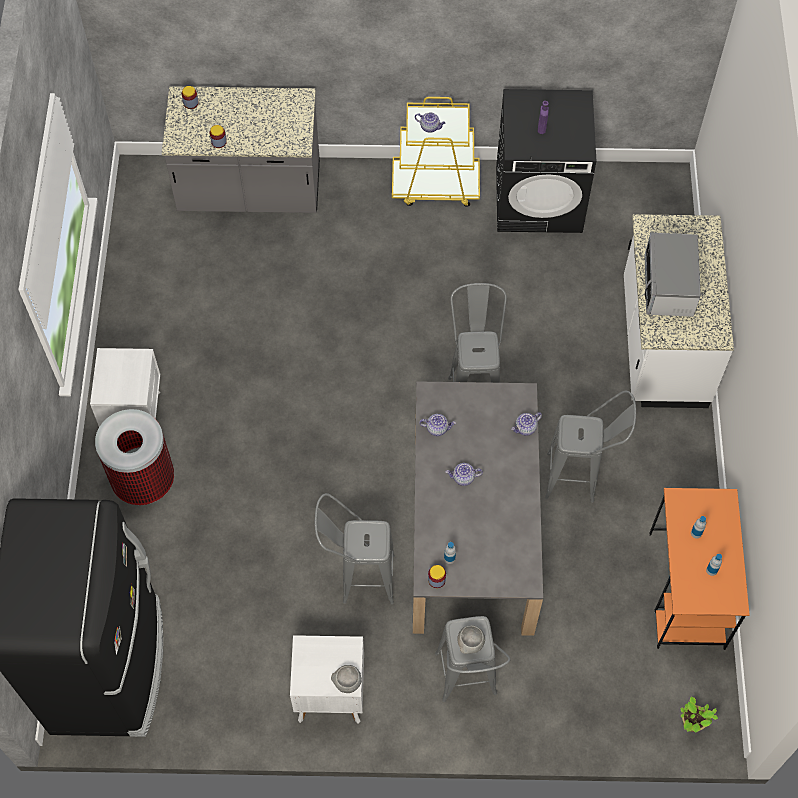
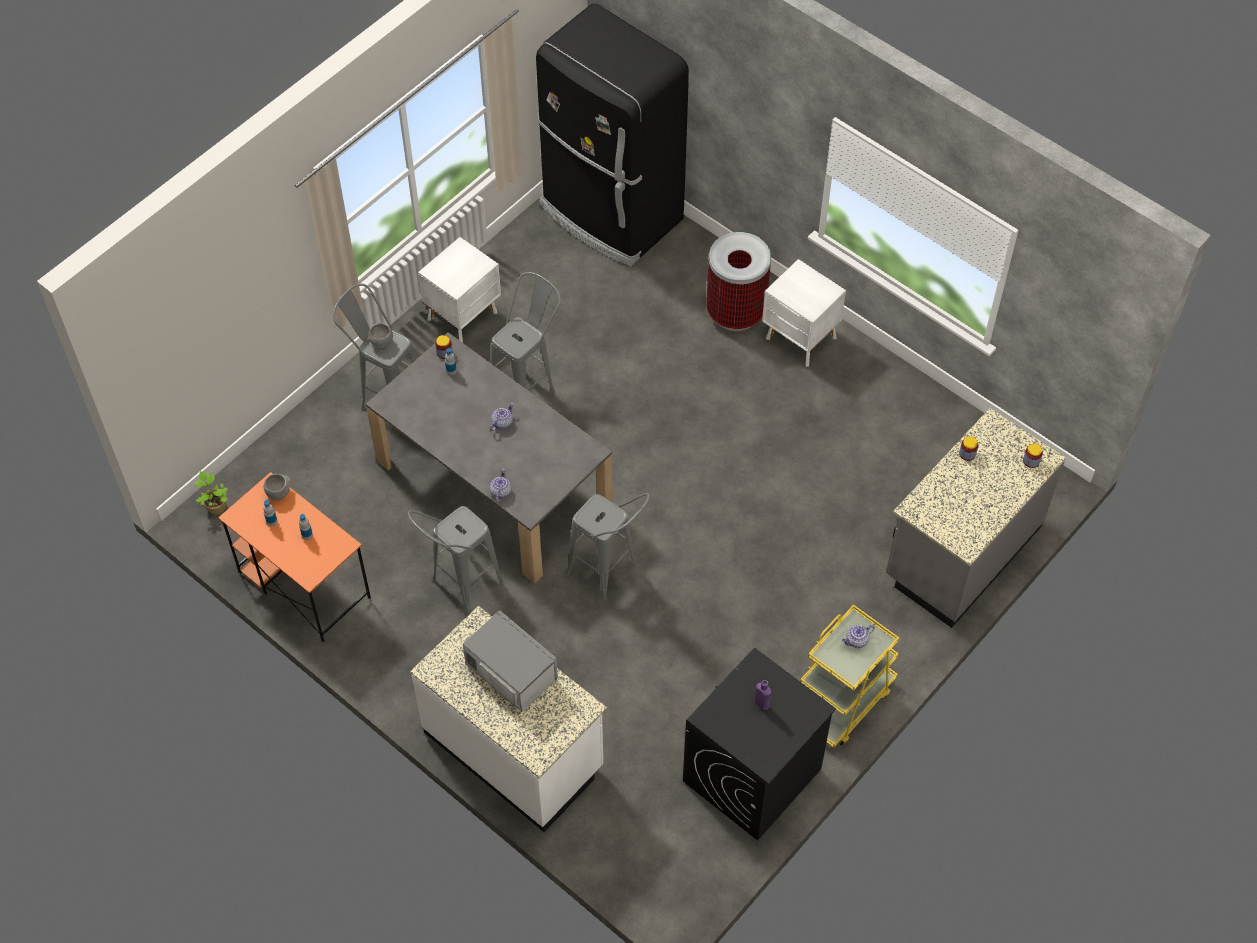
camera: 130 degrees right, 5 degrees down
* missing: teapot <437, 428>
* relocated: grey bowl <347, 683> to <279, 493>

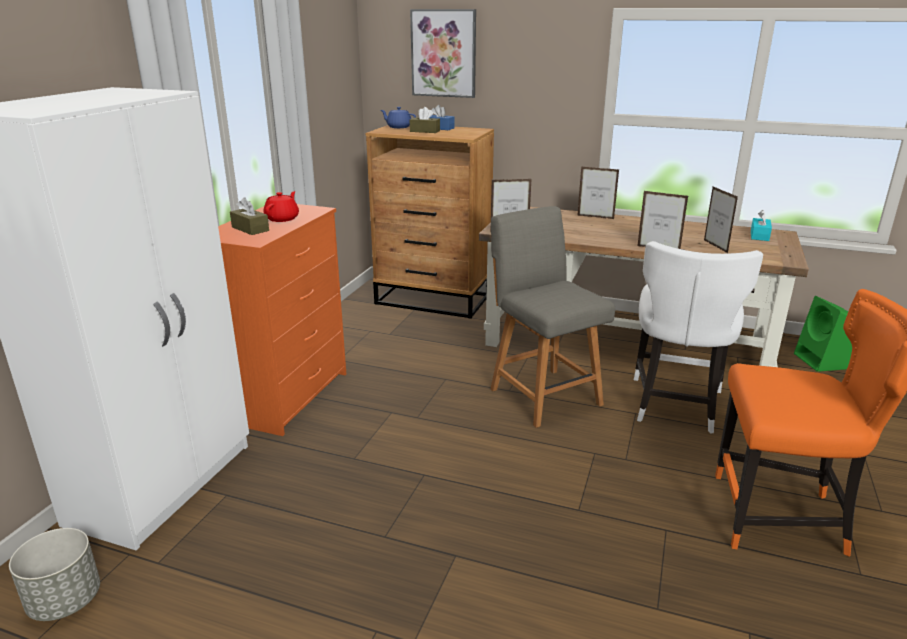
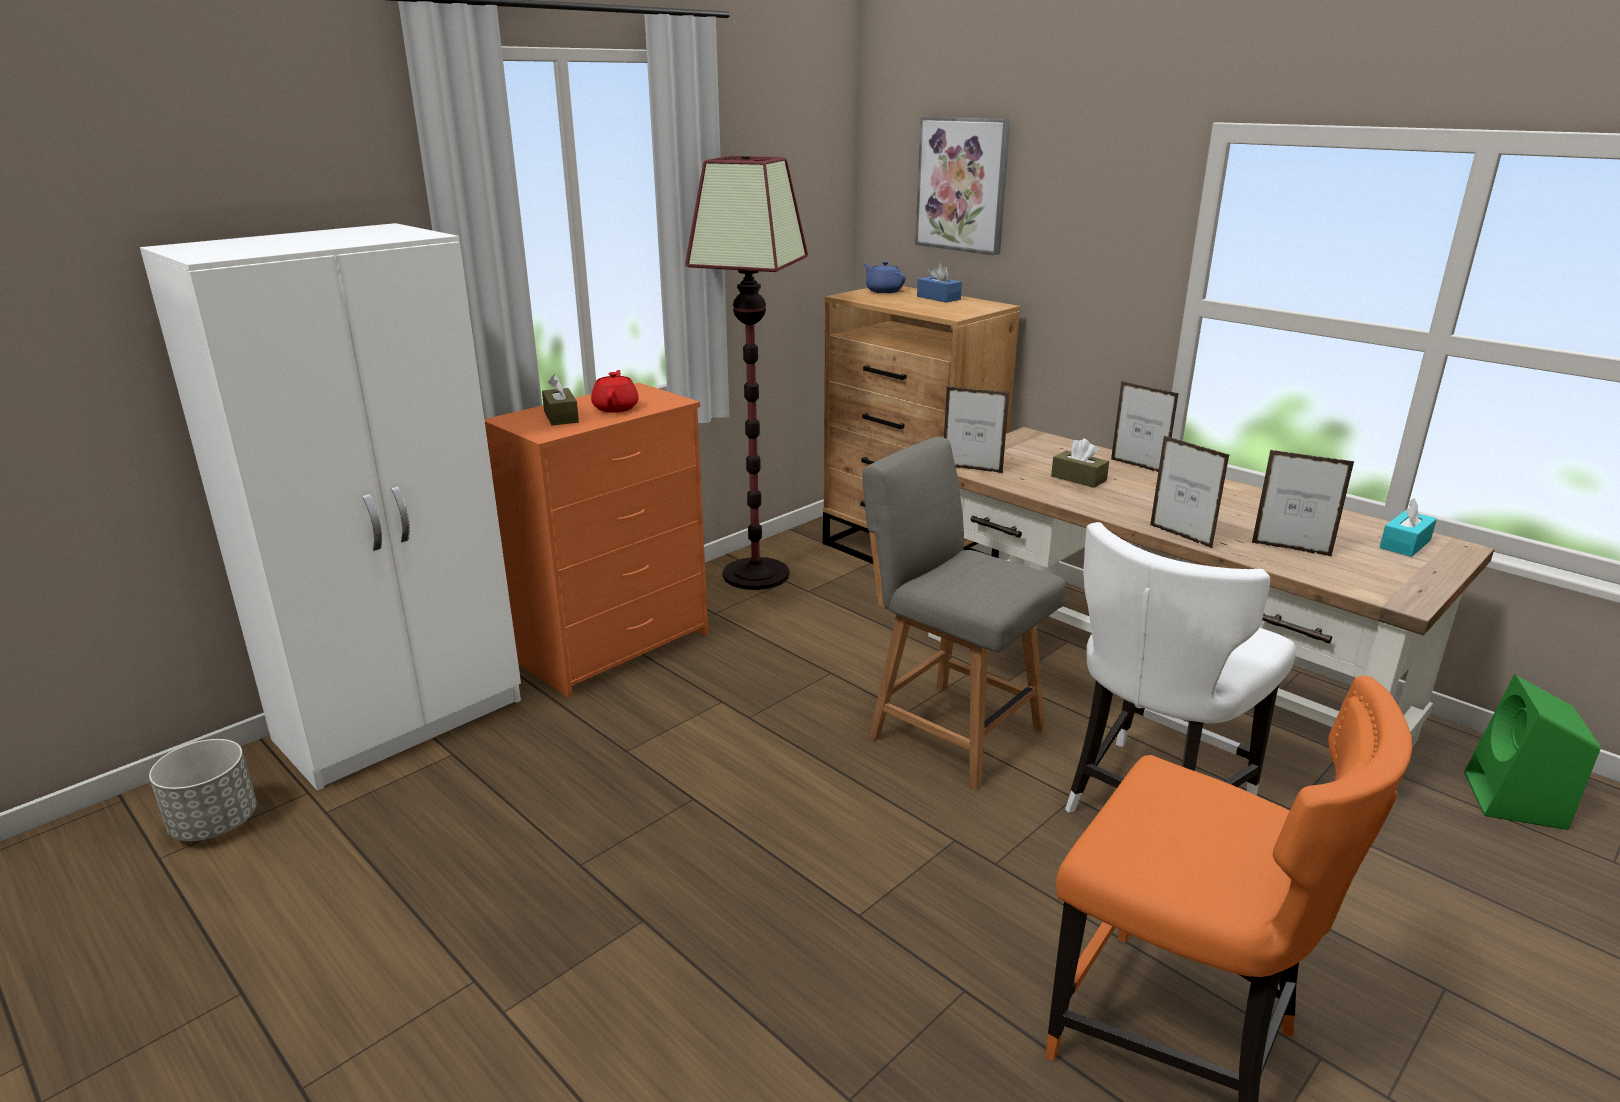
camera: 25 degrees right, 0 degrees up
* relocated: brown tissue box <425, 131> to <1078, 478>
* spun: picture frame <715, 246> = <1291, 549> 105 degrees clockwise
* spun: red teapot <282, 218> = <616, 408> 45 degrees counterclockwise
* spun: grey chair <543, 395> = <951, 731> 45 degrees counterclockwise
* appeared: floor lamp <756, 575>

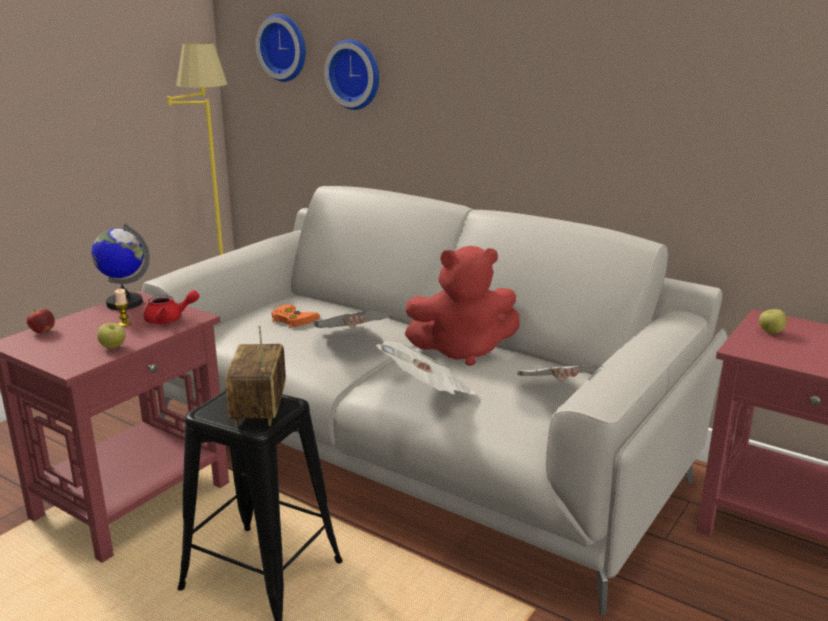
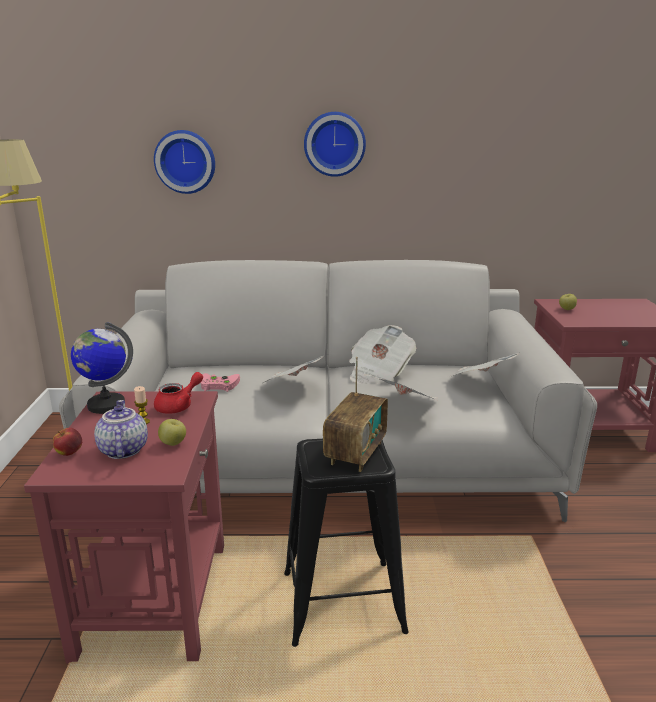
camera: 35 degrees left, 0 degrees up
* relocated: wall clock <285, 47> to <334, 144>
* exchanged: red plush toy <463, 351> to newspaper <378, 372>
* colour: orange game controller <291, 319> to pink game controller <217, 385>
* spun: radio <259, 409> = <355, 453> 120 degrees counterclockwise
* appeared: teapot <122, 450>

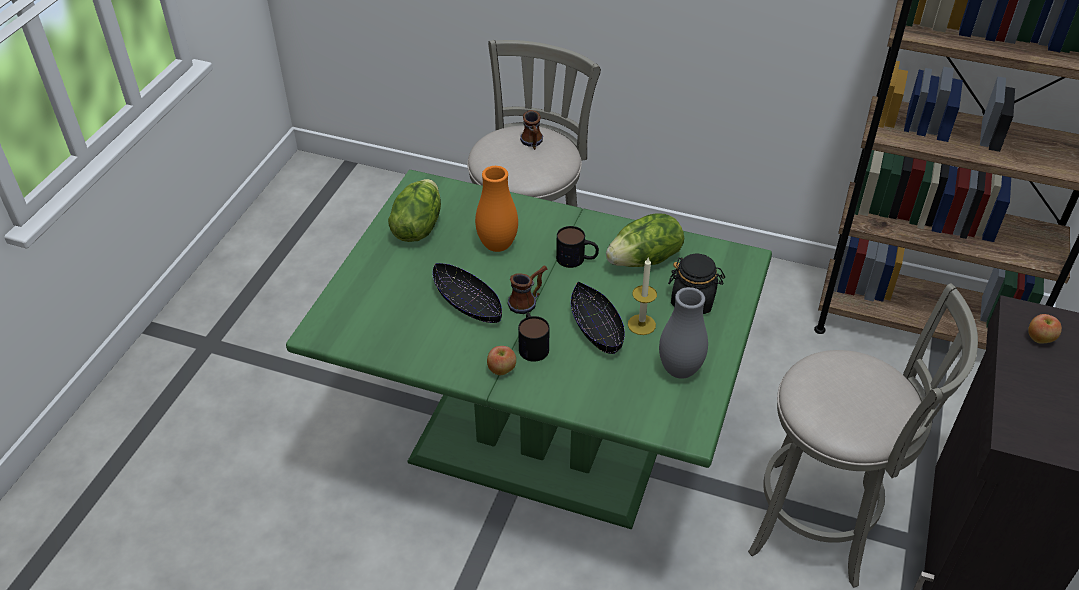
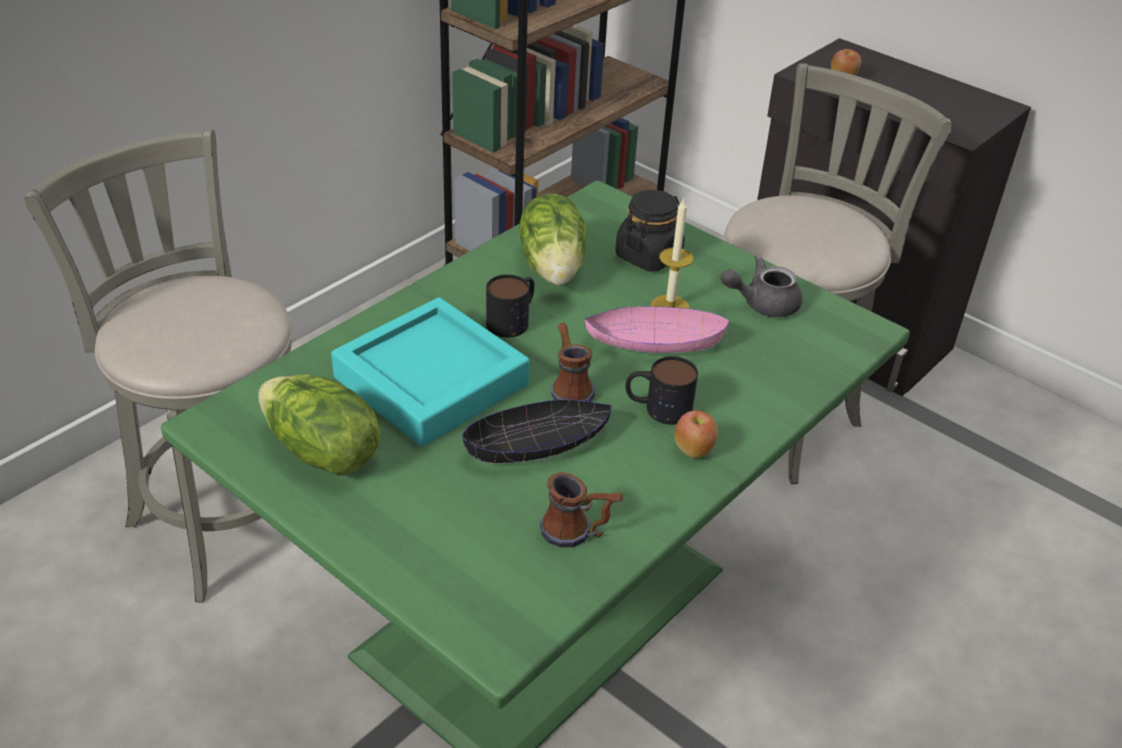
camera: 70 degrees left, 5 degrees down
* relocated: mug <532, 144> to <578, 532>
* exchanged: orange vase <497, 245> to turquoise tray <431, 381>
* colour: black bowl <596, 327> to pink bowl <654, 343>
* exchanged: grey vase <680, 370> to grey teapot <762, 304>

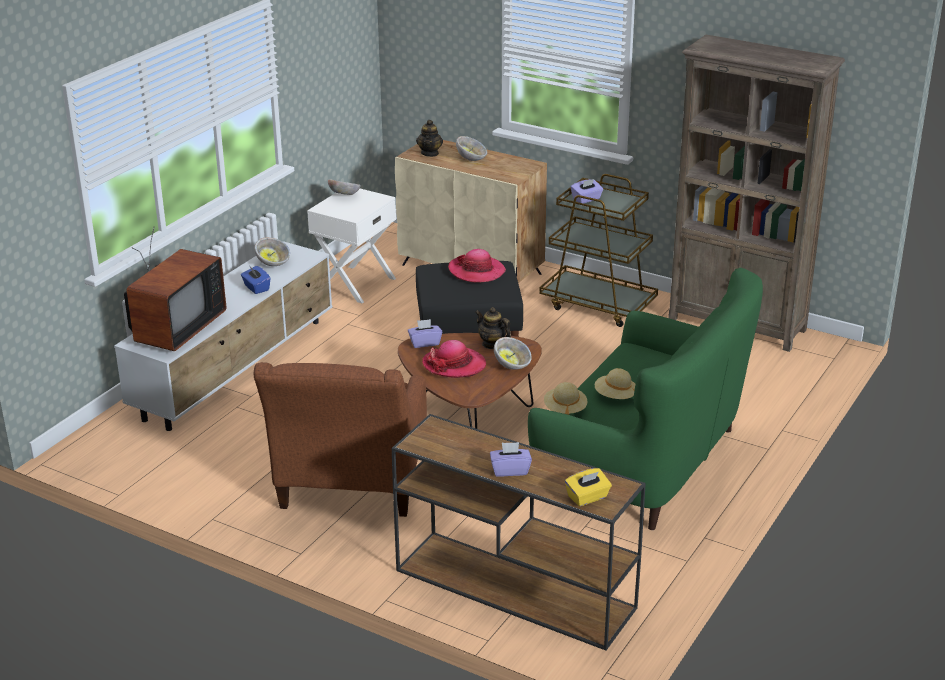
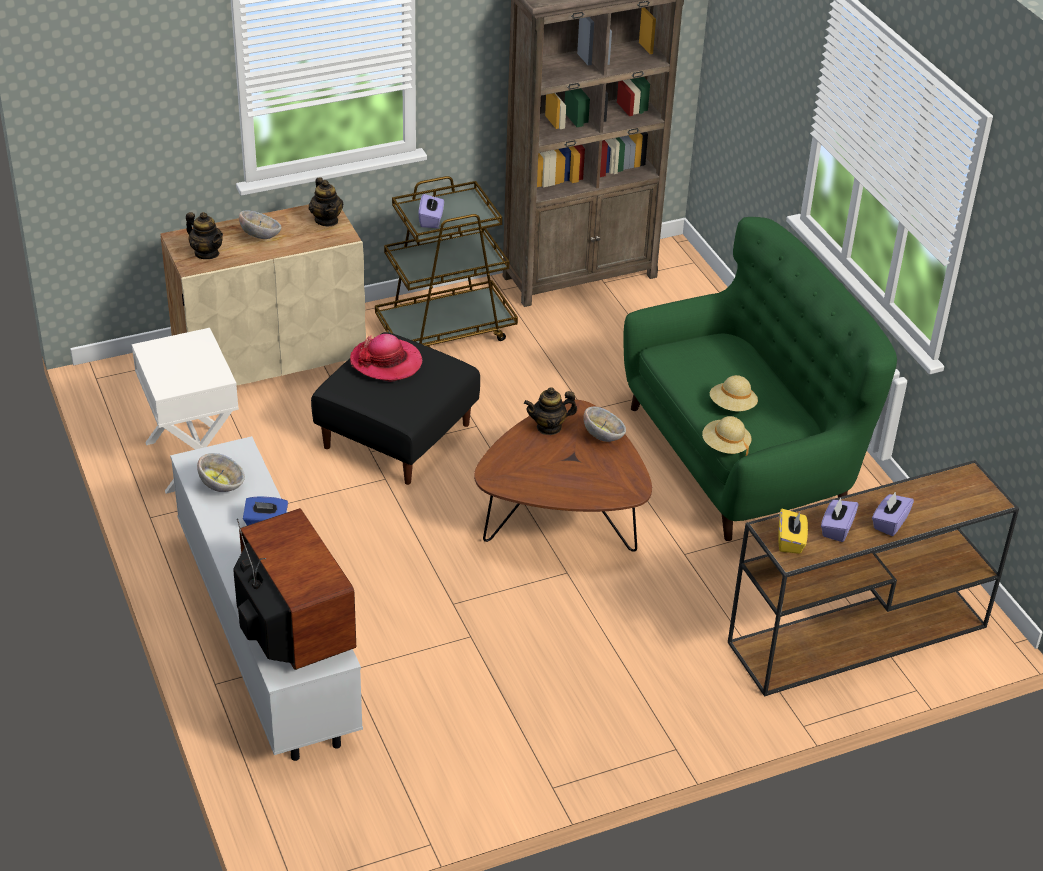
camera: 55 degrees left, 10 degrees up
* missing: bowl <344, 195>
* relocated: purple tissue box <425, 343> to <836, 529>
* missing: hat <454, 365>
* missing: brown armchair <350, 488>
* relocated: yellow tissue box <587, 497> to <790, 541>
* appeared: teapot <326, 220>

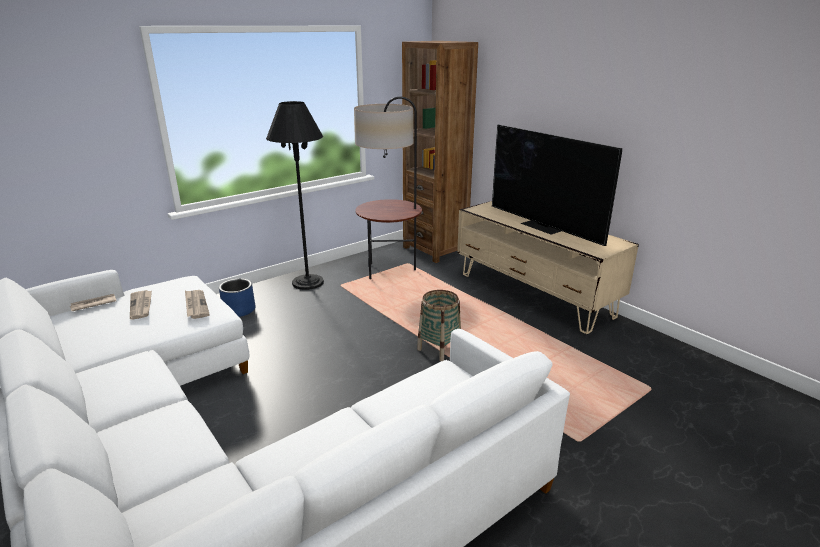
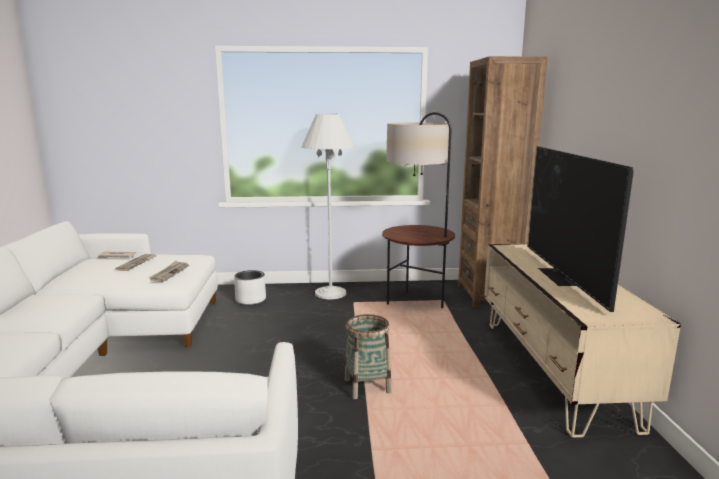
camera: 35 degrees right, 10 degrees down
* colour: black floor lamp <308, 282> to white floor lamp <330, 293>
* colour: blue planter <239, 310> to white planter <250, 299>

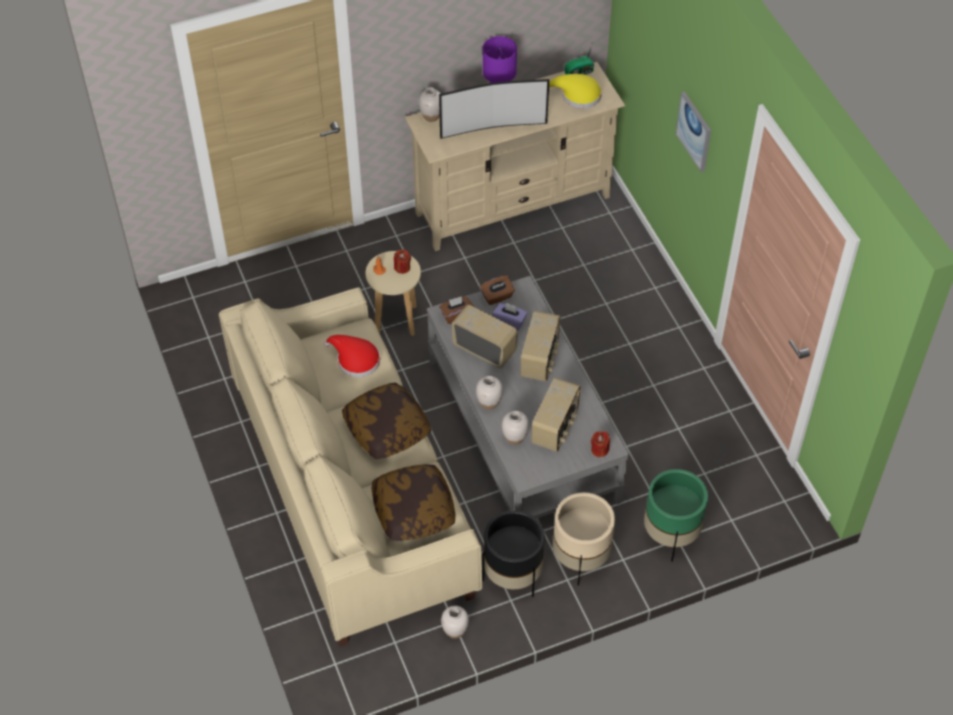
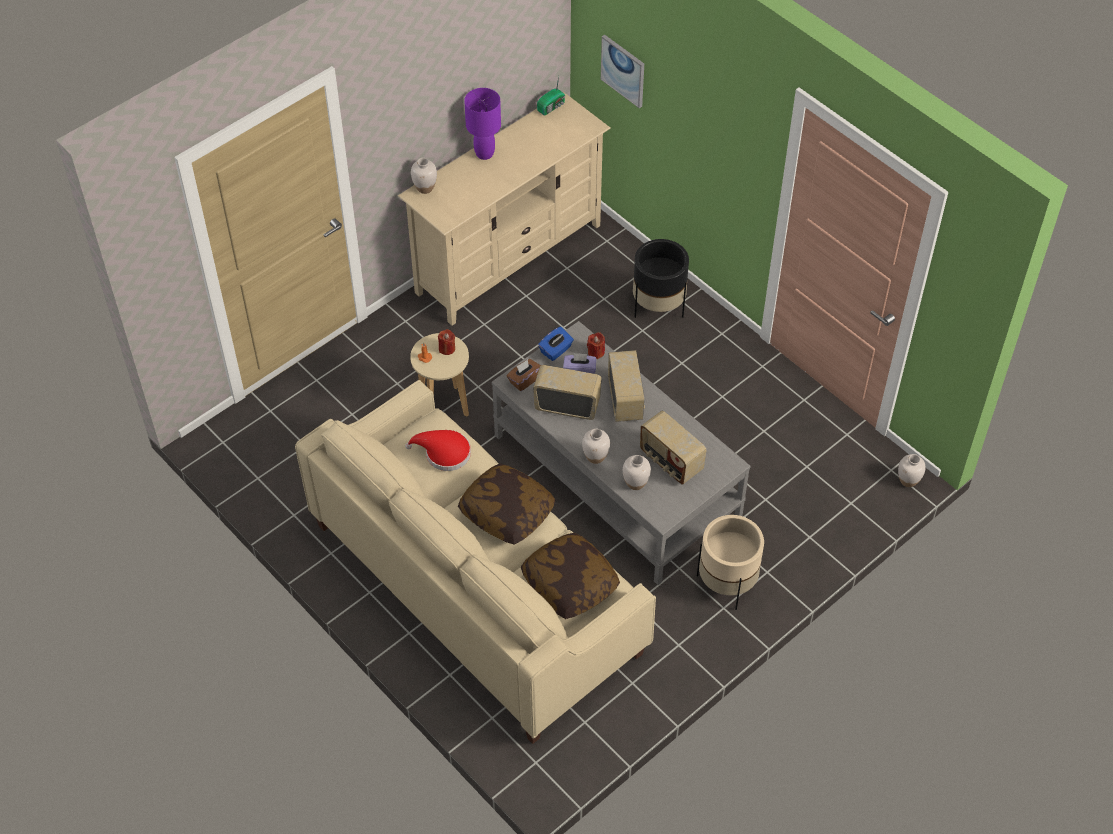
camera: 20 degrees left, 0 degrees up
* missing: yellow hat <577, 95>
* missing: television <493, 127>
* relocated: picture <694, 131> to <623, 70>
* colour: brown tissue box <497, 296> to blue tissue box <556, 350>
* spun: radio <555, 427> = <670, 461> 135 degrees clockwise
* relocated: red candle <599, 450> to <596, 352>
* missing: green planter <670, 535>
* relocated: black planter <512, 576> to <658, 306>
* relocated: white vase <455, 631> to <908, 480>

